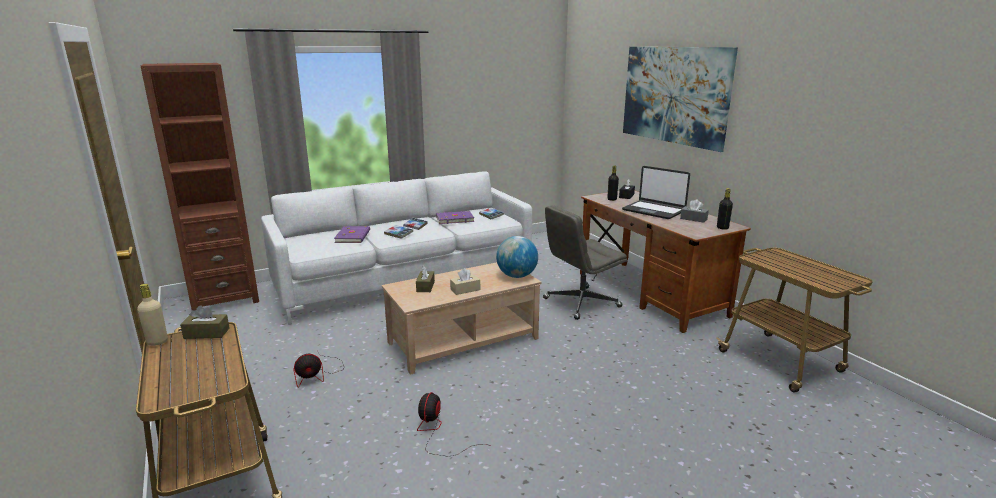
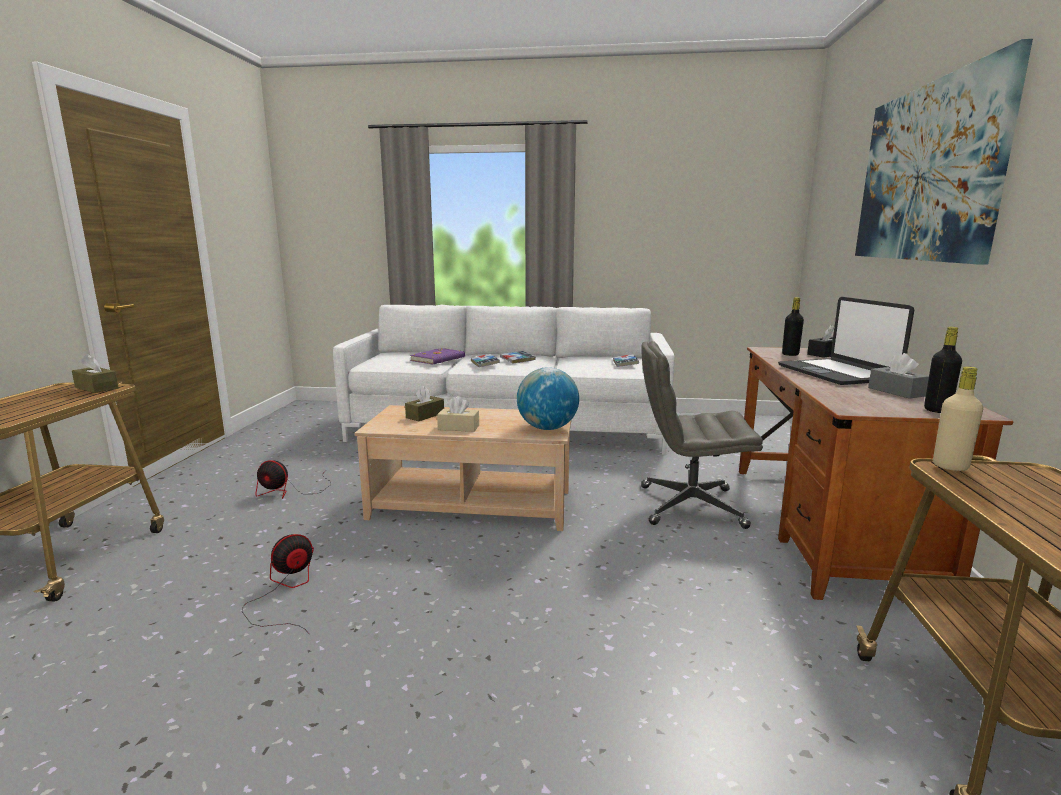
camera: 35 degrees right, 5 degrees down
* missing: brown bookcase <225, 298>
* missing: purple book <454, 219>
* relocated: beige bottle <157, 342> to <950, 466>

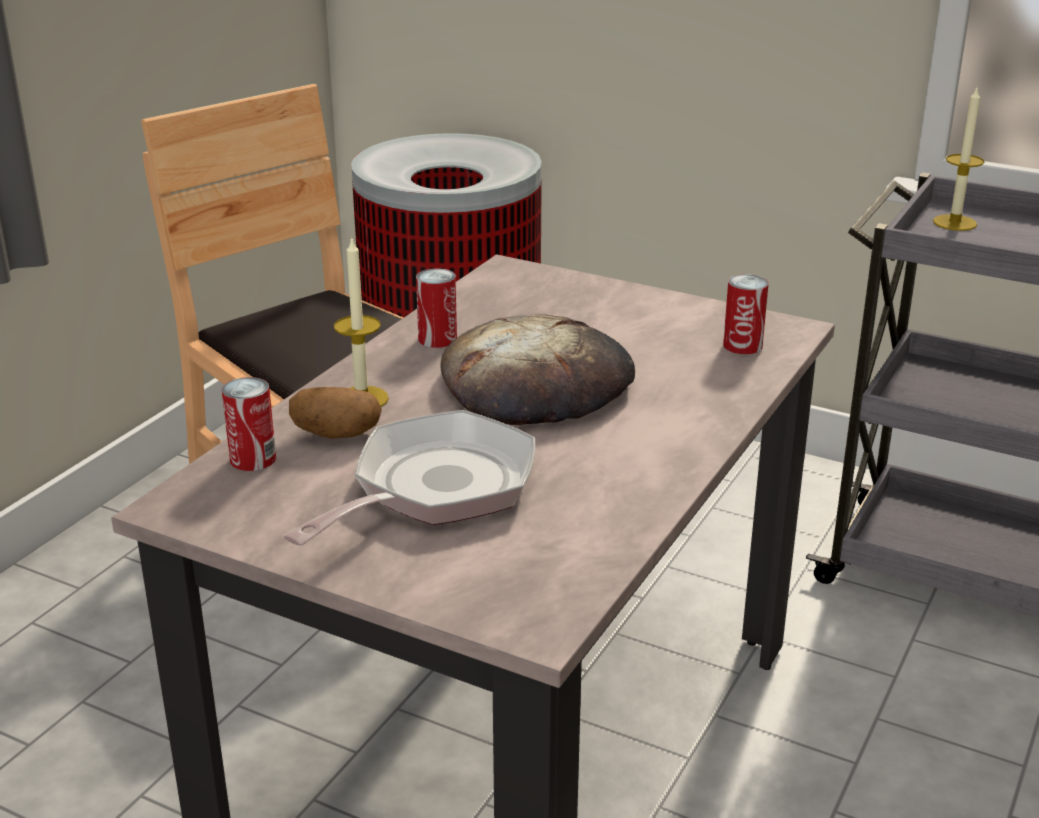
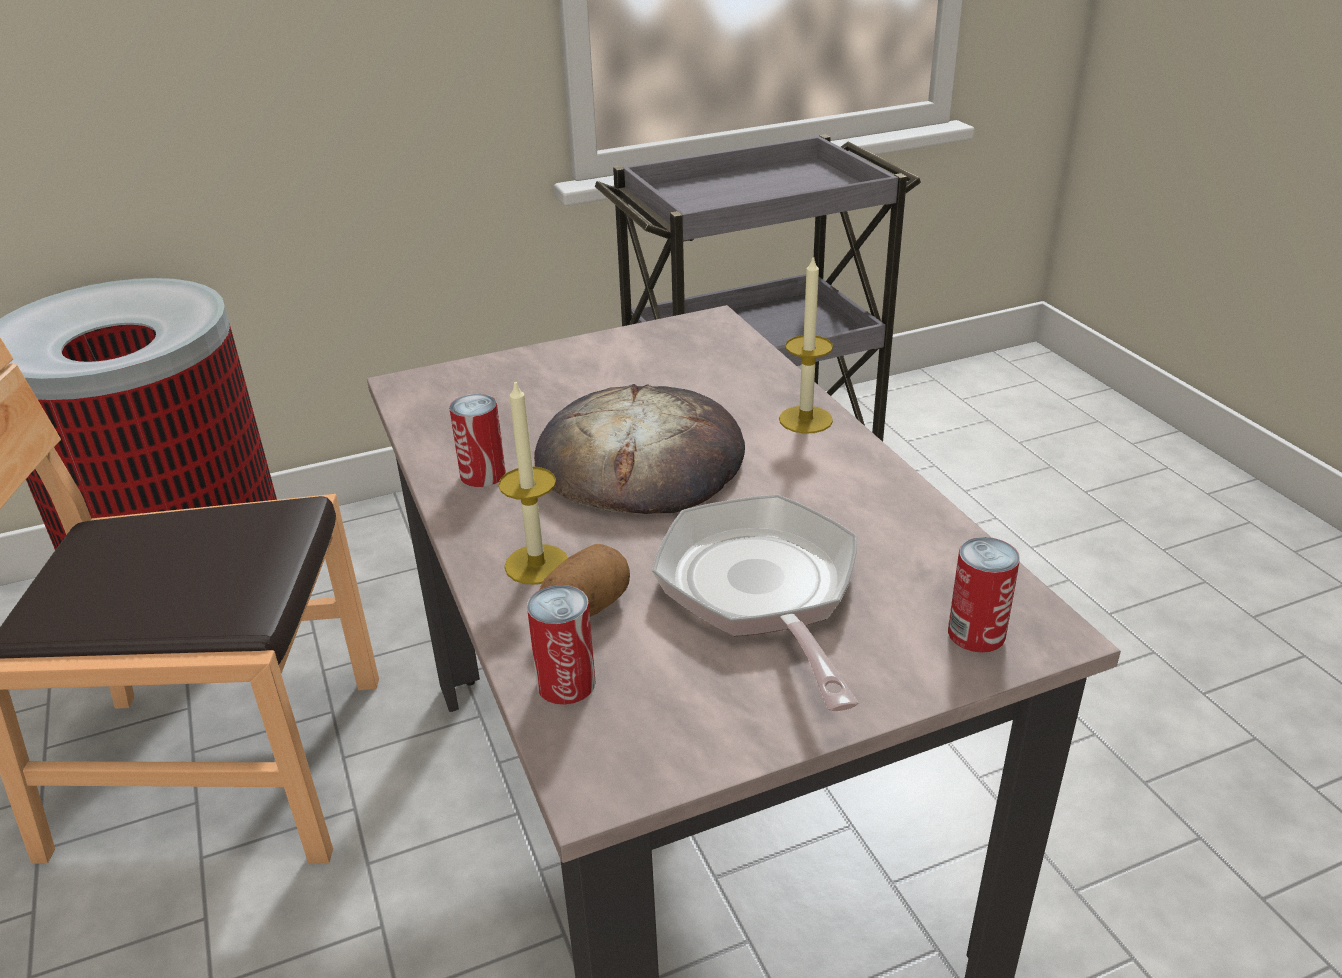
camera: 50 degrees left, 5 degrees up
* relocated: candle <954, 223> to <805, 419>
* relocated: can <742, 345> to <976, 633>

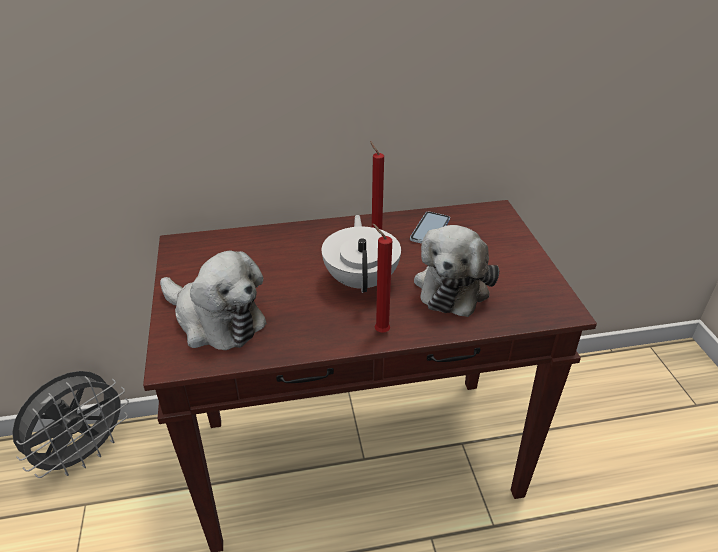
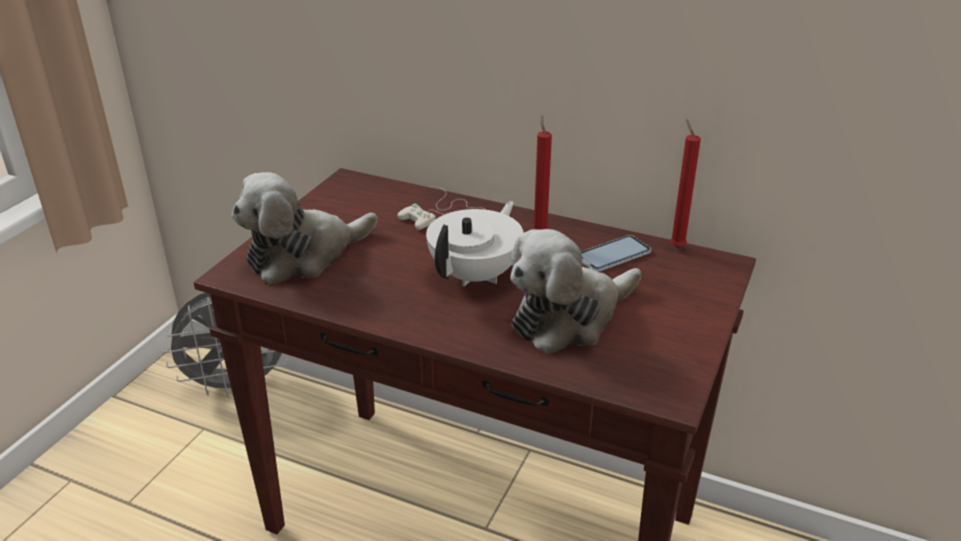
camera: 35 degrees right, 5 degrees down
* relocated: red candle <380, 331> to <676, 246>
* spun: plush toy <215, 320> = <304, 255> 75 degrees clockwise
* appeared: white game controller <443, 213>

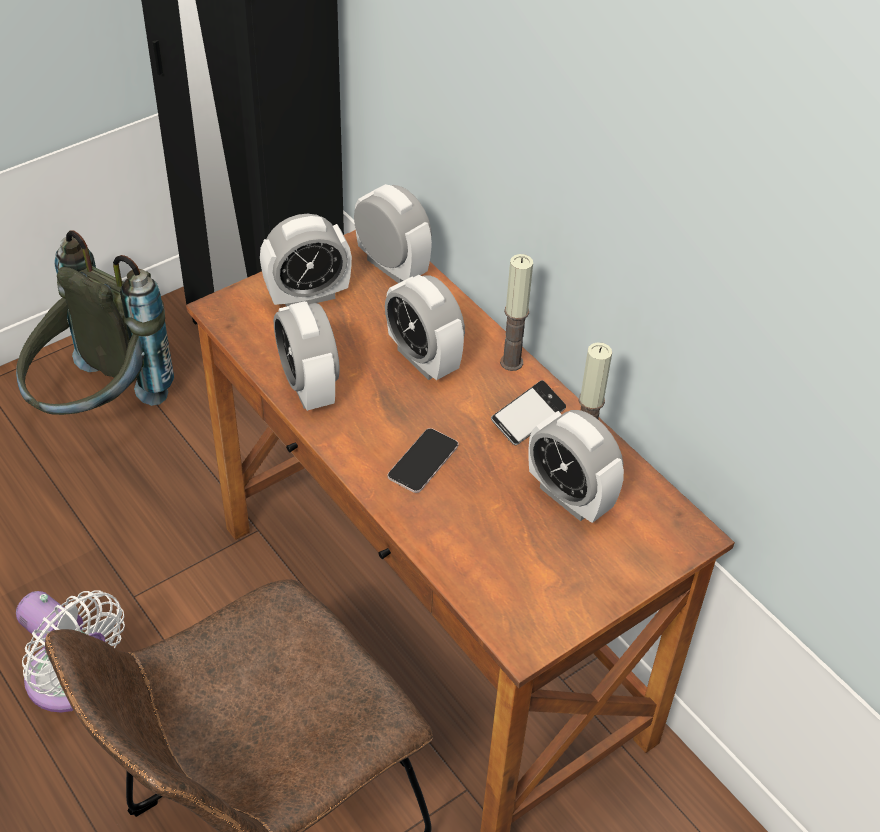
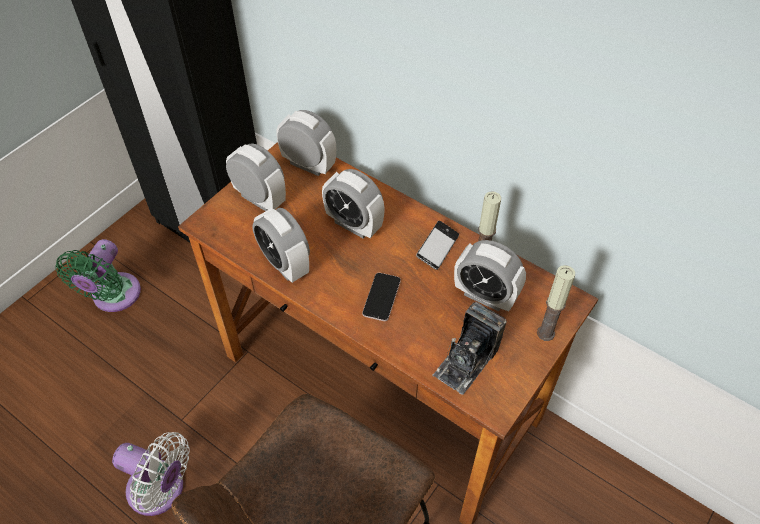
camera: 15 degrees left, 5 degrees up
* spun: alarm clock <307, 296> = <260, 199> 105 degrees counterclockwise
* exchanged: grey backpack <99, 408> to green fan <113, 297>
* relocated: candle <511, 362> to <545, 333>
* appeared: photo camera <466, 361>

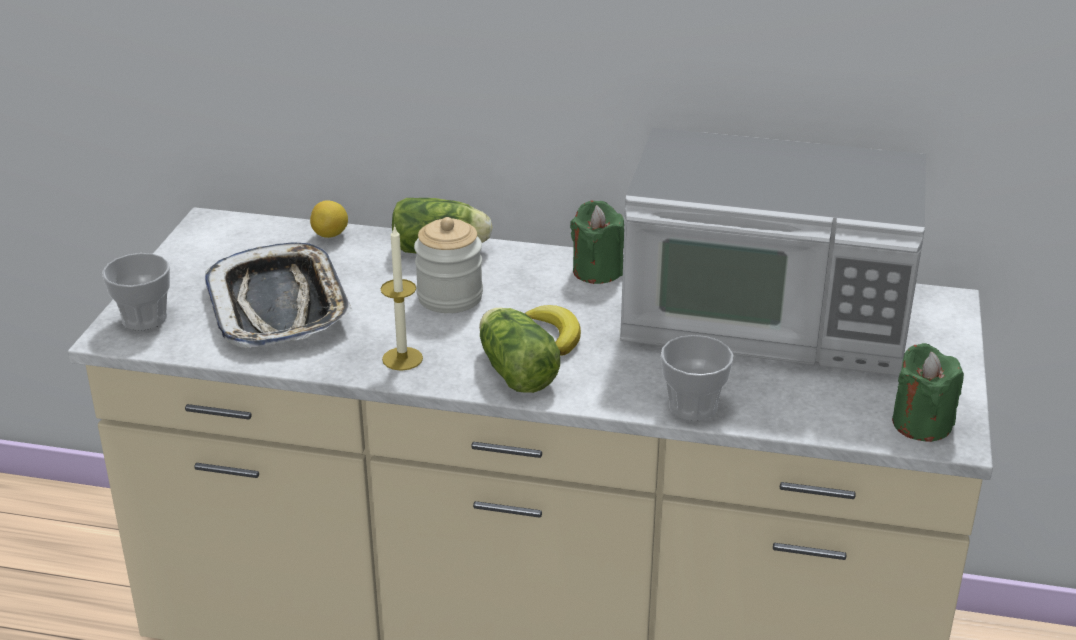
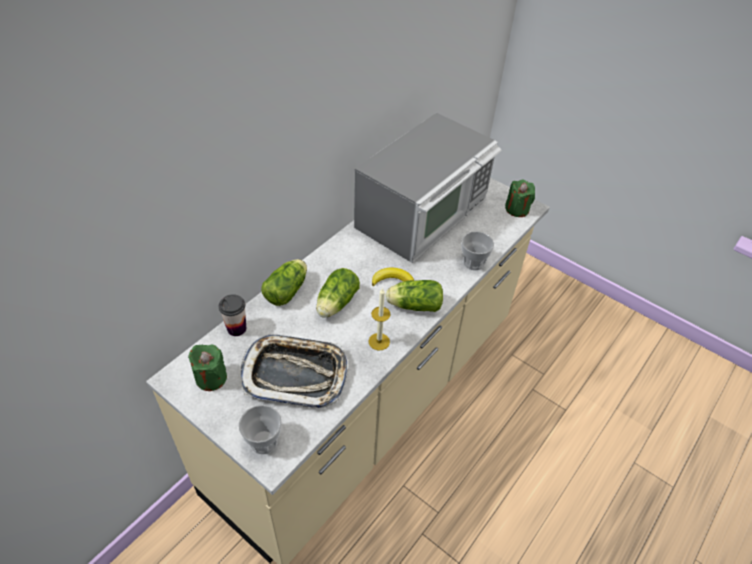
camera: 65 degrees left, 15 degrees up
* exchanged: lemon <330, 235> to cup <236, 328>
* relocated: green candle <597, 271> to <211, 378>
* exchanged: jar <450, 297> to lettuce <335, 304>

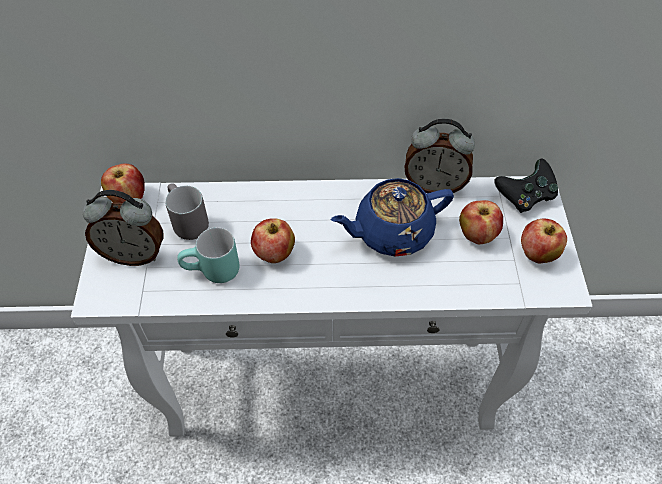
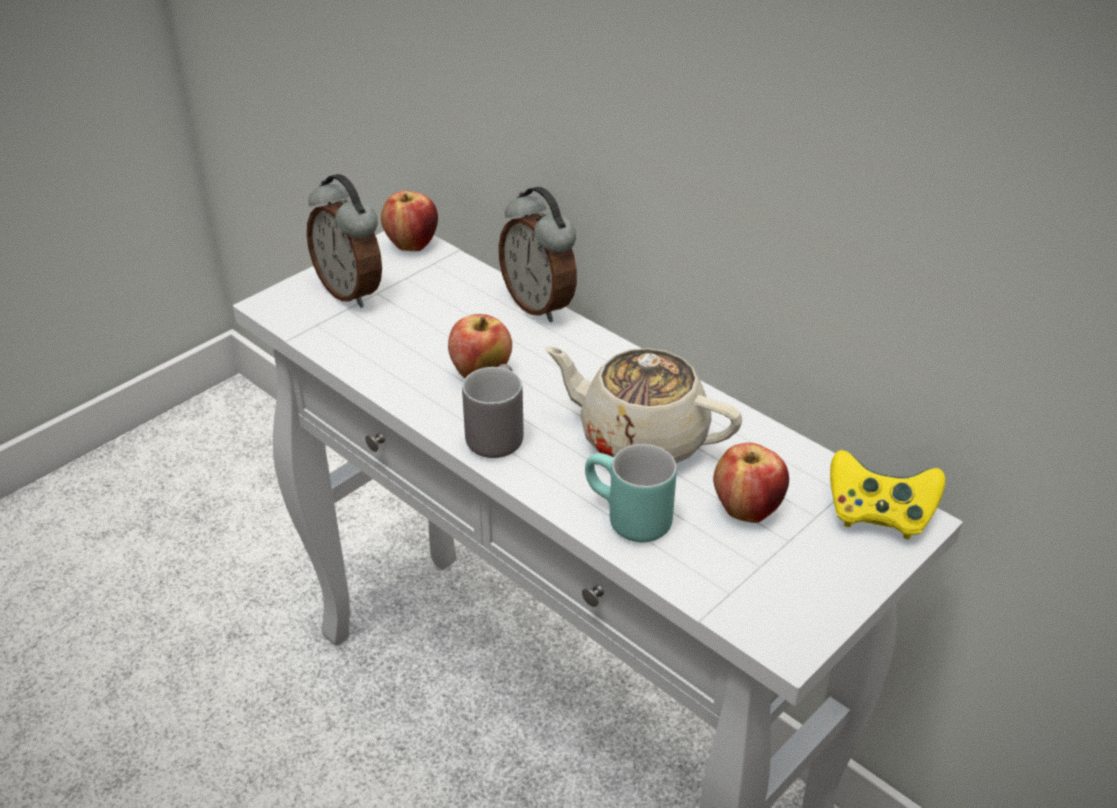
camera: 45 degrees right, 15 degrees down
* relocated: alarm clock <434, 185> to <540, 305>
* colour: black game controller <525, 197> to yellow game controller <878, 515>
* colour: blue teapot <391, 232> to beige teapot <640, 438>
* relocated: grey mug <185, 223> to <493, 433>
* missing: apple <537, 254>
* relocated: turquoise mug <212, 273> to <625, 520>

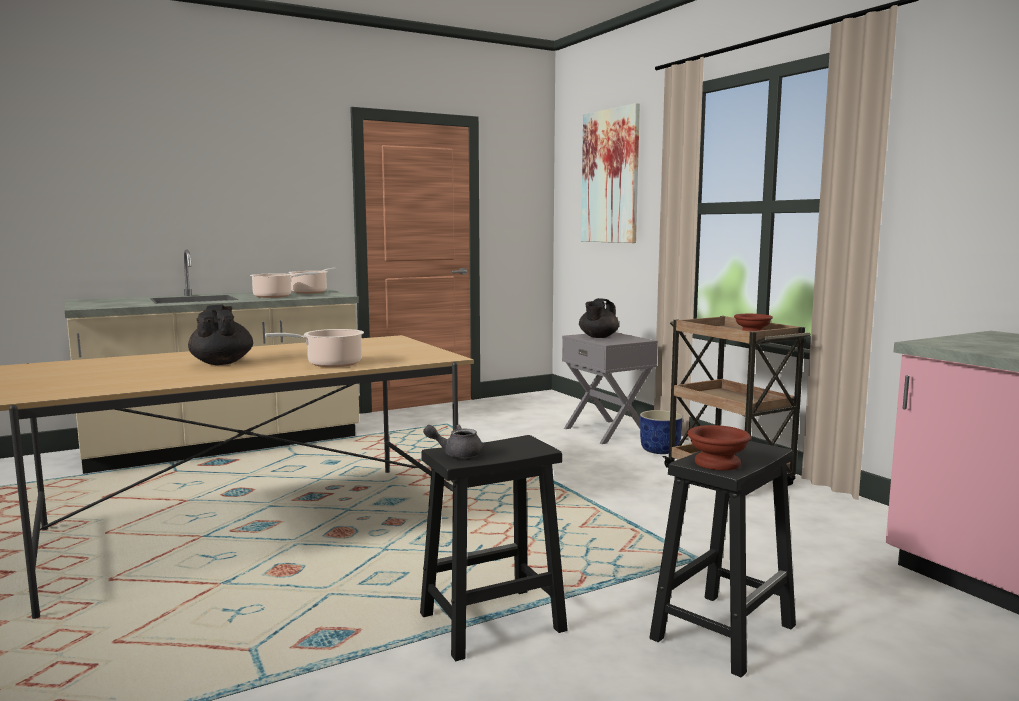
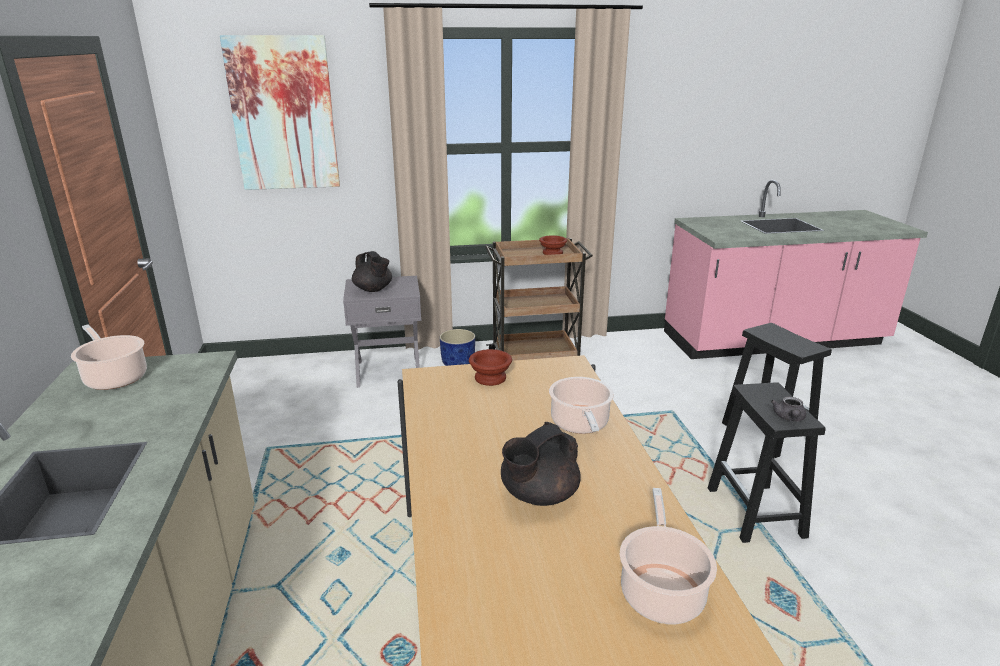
camera: 70 degrees left, 15 degrees up
* relocated: cooking pot <275, 296> to <661, 590>
* spun: black teapot <222, 363> = <538, 495> 45 degrees counterclockwise
* relocated: brown bowl <715, 463> to <489, 378>

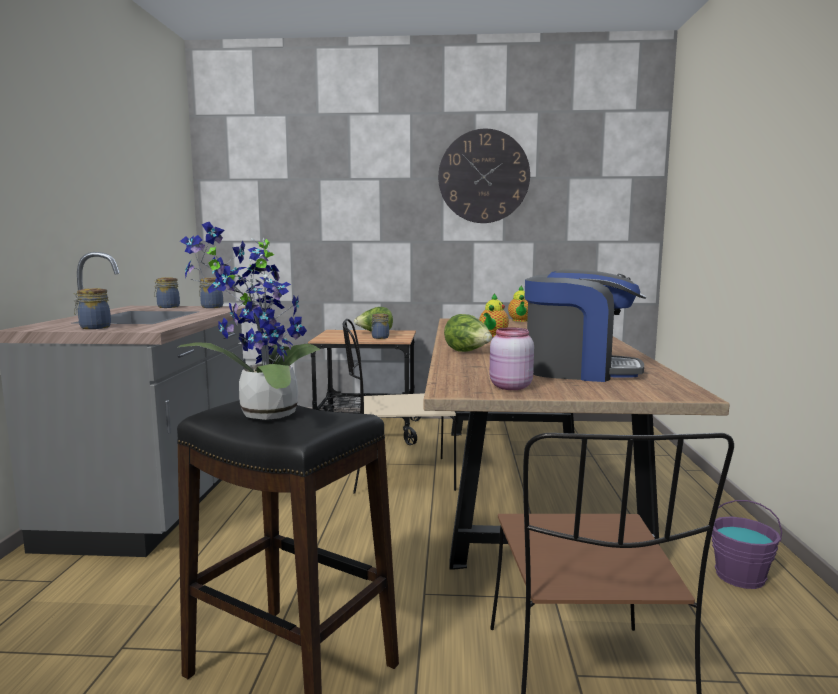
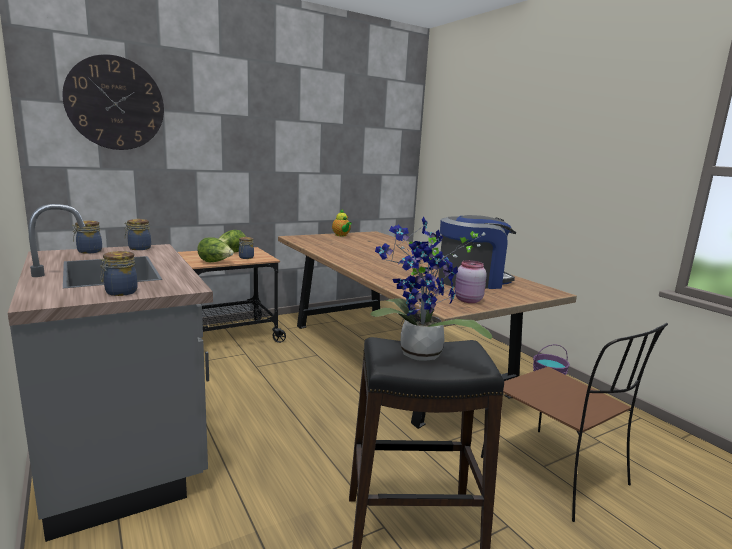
camera: 35 degrees left, 5 degrees up
* relocated: wall clock <483, 176> to <115, 103>
* missing: teapot <492, 335>
* relocated: lettuce <468, 352> to <215, 262>
* missing: beige chair <397, 475>

